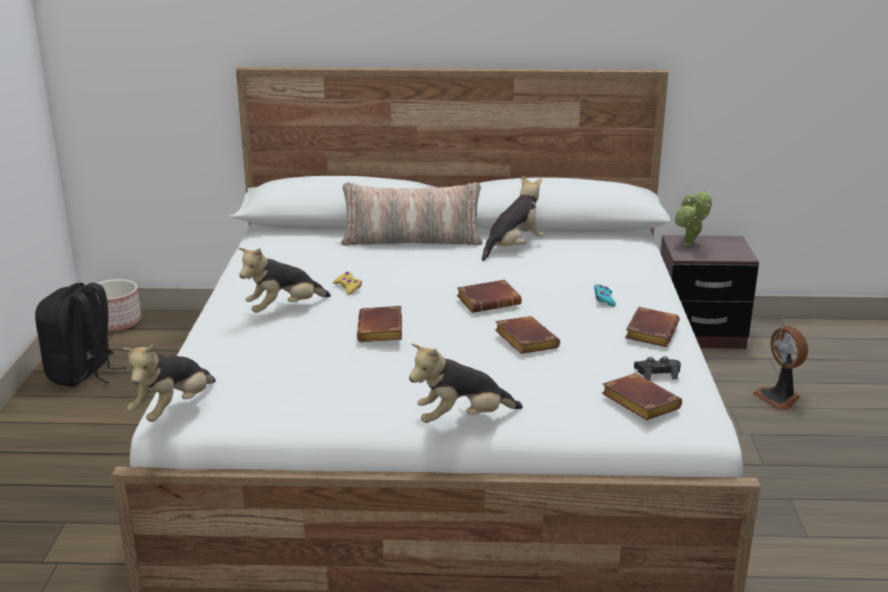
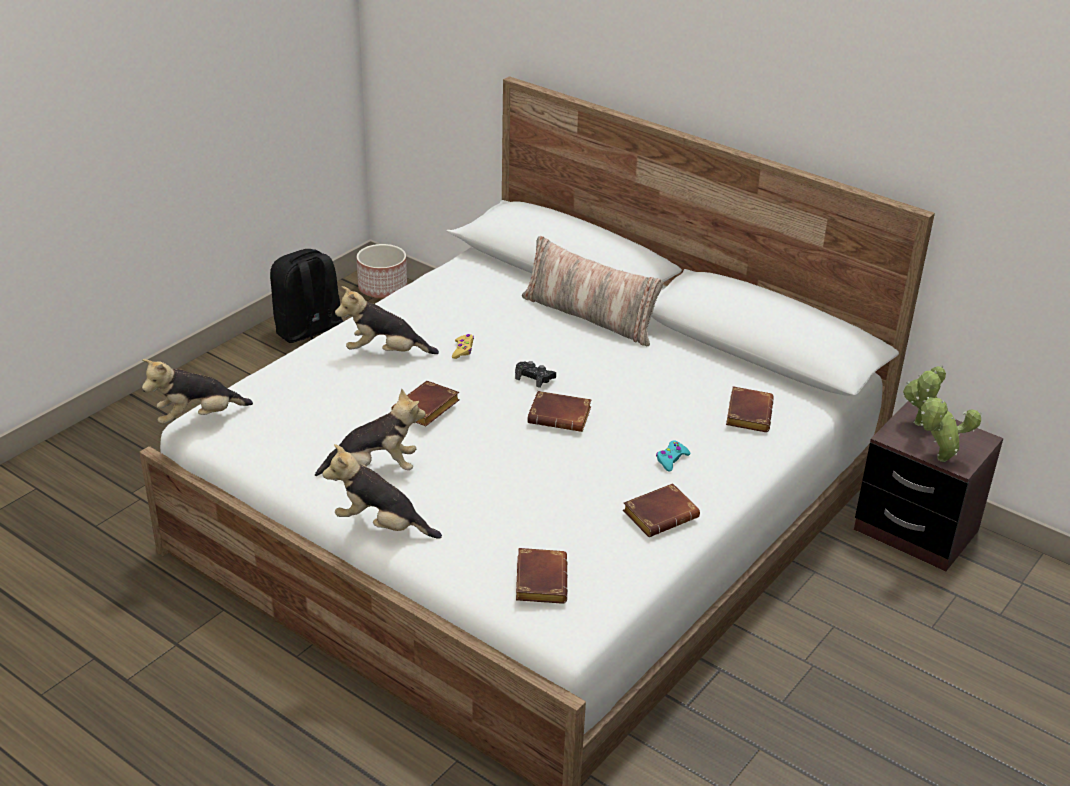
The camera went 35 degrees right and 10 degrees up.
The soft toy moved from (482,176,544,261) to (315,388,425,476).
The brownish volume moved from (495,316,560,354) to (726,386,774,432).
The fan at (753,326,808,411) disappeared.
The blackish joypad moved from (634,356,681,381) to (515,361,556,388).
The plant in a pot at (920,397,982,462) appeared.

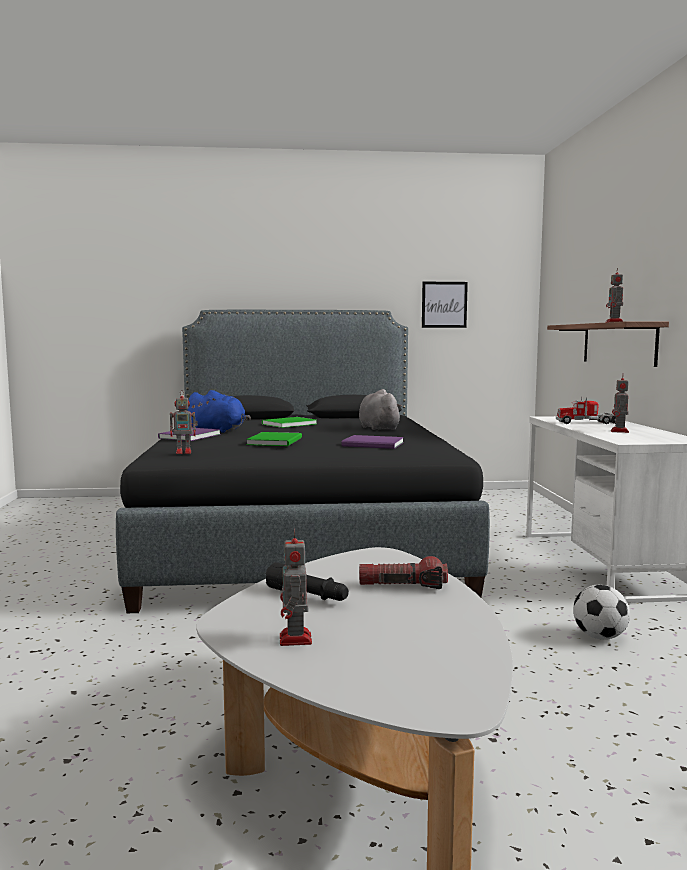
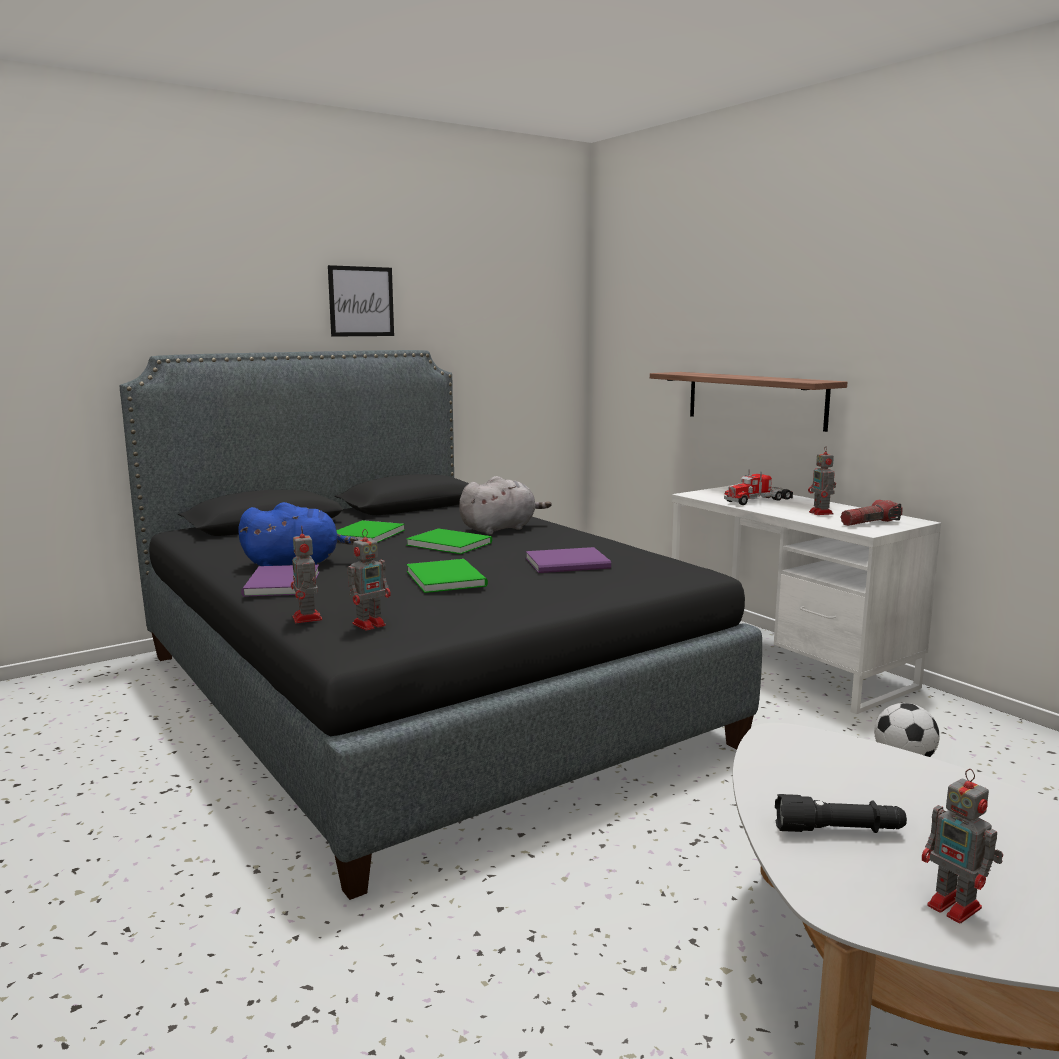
The camera went 30 degrees left and 5 degrees up.
The model robot moved from (606,268,624,323) to (291,526,322,623).
The wall art moved from (422,282,468,328) to (328,265,394,337).
The greyish soft toy at (359,389,402,430) turned 105 degrees clockwise.
The torch moved from (359,556,448,589) to (841,500,903,526).
The green-coloured volume at (406,528,492,554) appeared.

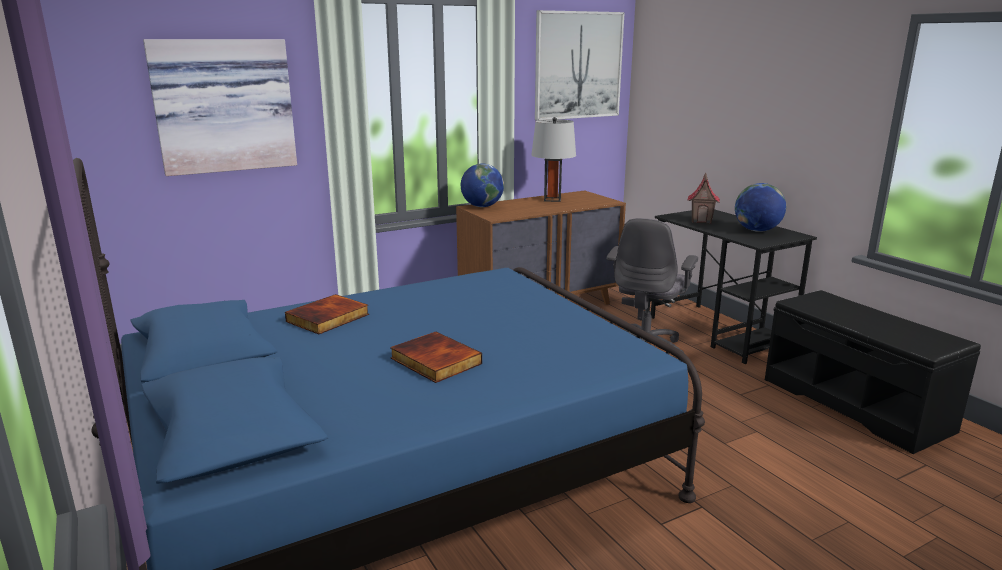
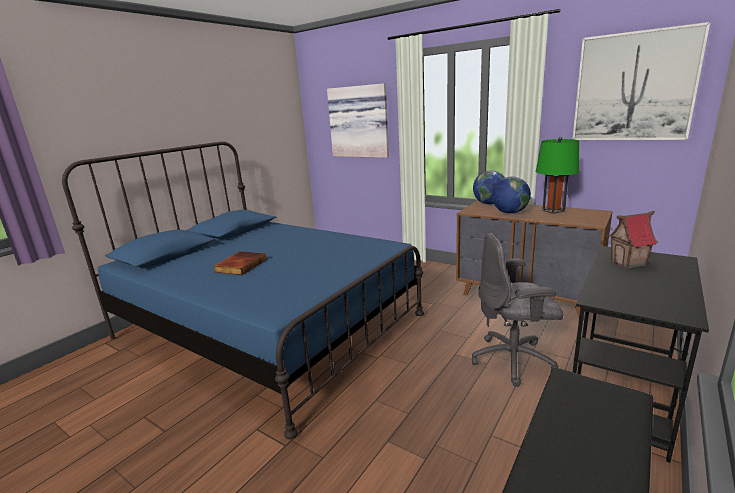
The camera went 65 degrees right and 0 degrees up.
The greyish table lamp at (531,117,576,202) became the green-coloured table lamp at (536,137,580,214).
The world globe moved from (735,183,786,232) to (492,177,531,214).
The volume at (285,294,369,334) disappeared.

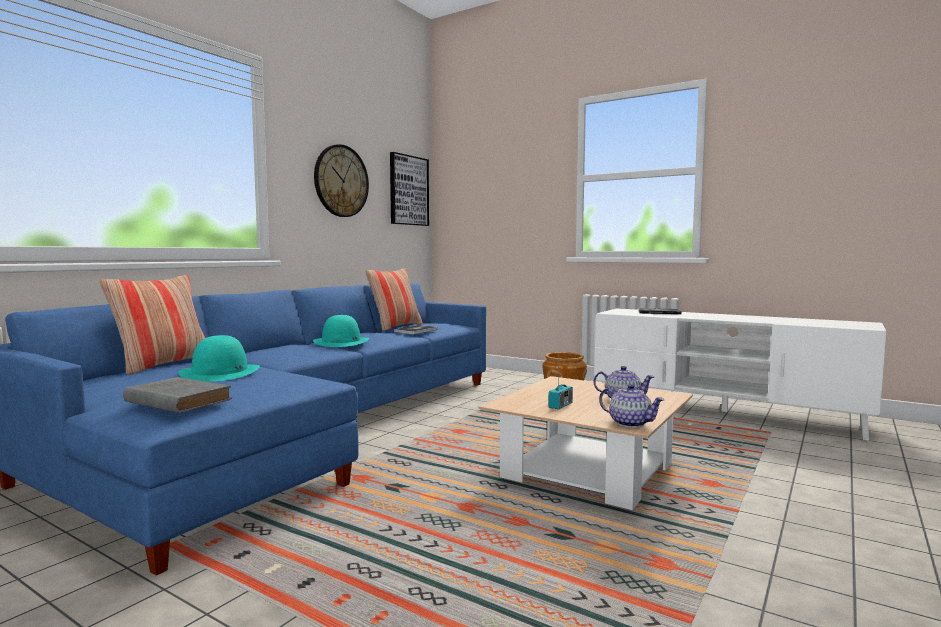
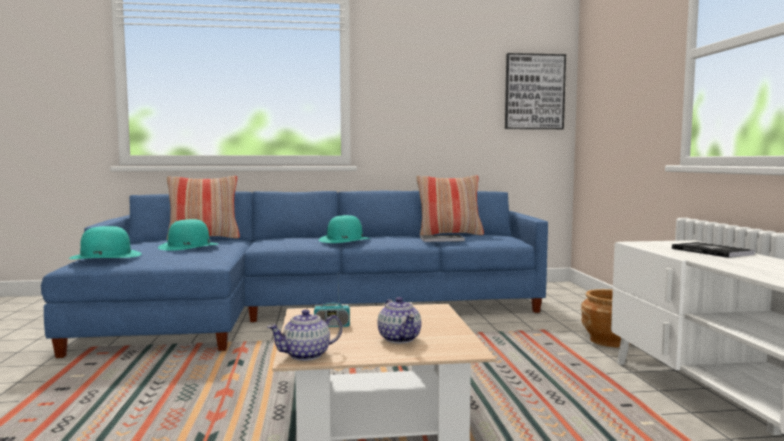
The camera went 50 degrees right and 0 degrees up.
The clock on the wall at (314,144,369,217) disappeared.
The greyish volume at (123,377,232,413) was replaced by the turquoise-coloured wearable hat at (69,226,142,259).
The pot for tea at (599,384,665,428) turned 60 degrees clockwise.

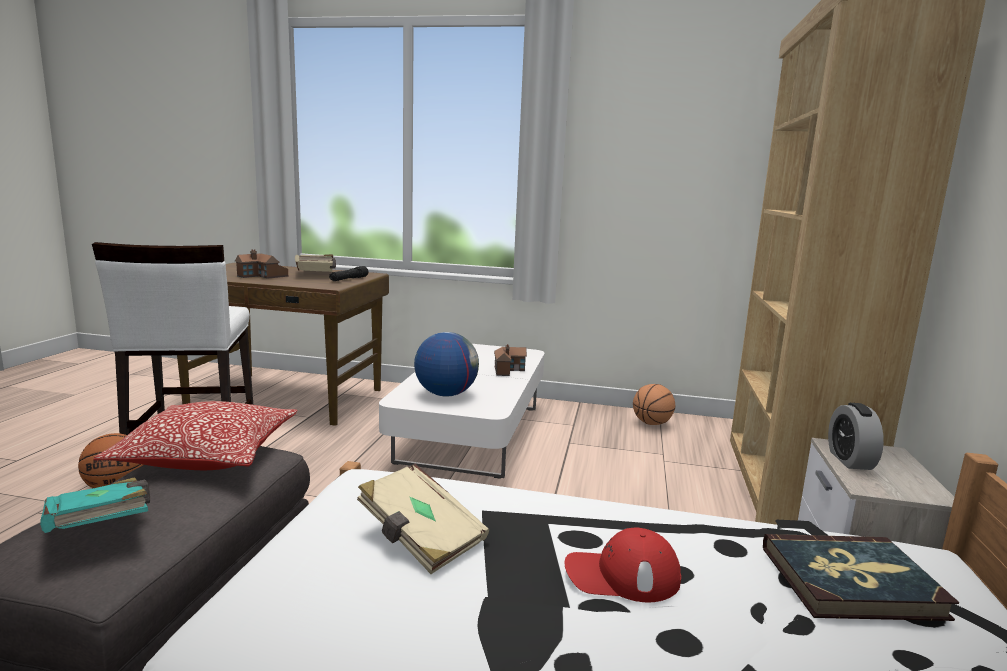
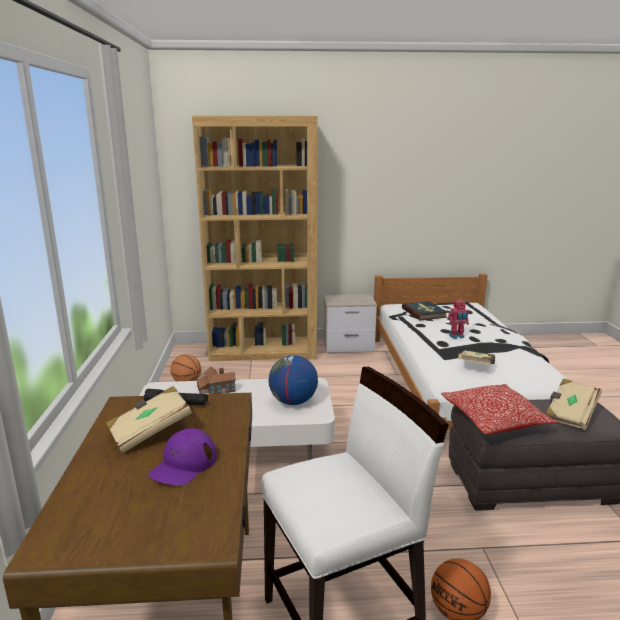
The camera went 105 degrees left and 5 degrees up.
The toy house at (235,249,288,279) was replaced by the purple cap at (148,428,217,486).
The alarm clock at (828,403,884,470) disappeared.
The turquoise-coloured volume at (40,477,150,533) became the beige-coloured volume at (546,378,602,430).
The reddish cap at (565,528,681,602) was replaced by the model robot at (448,300,469,339).

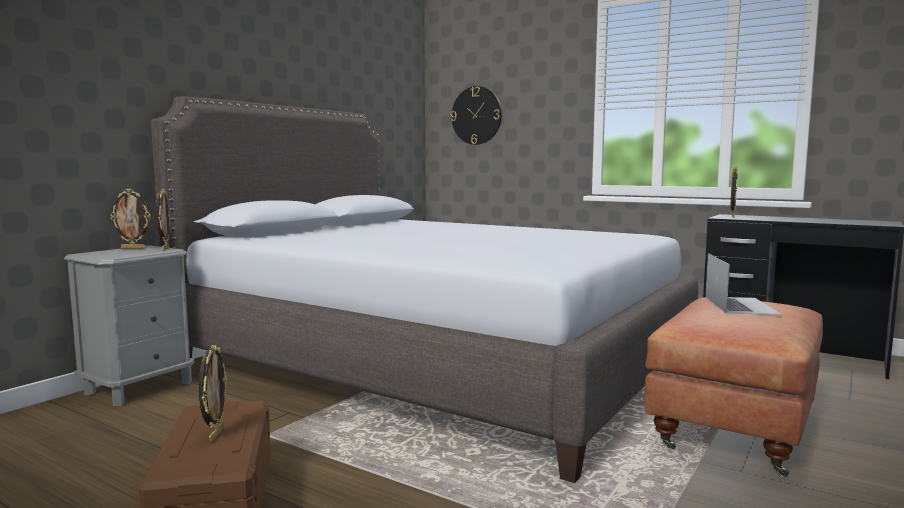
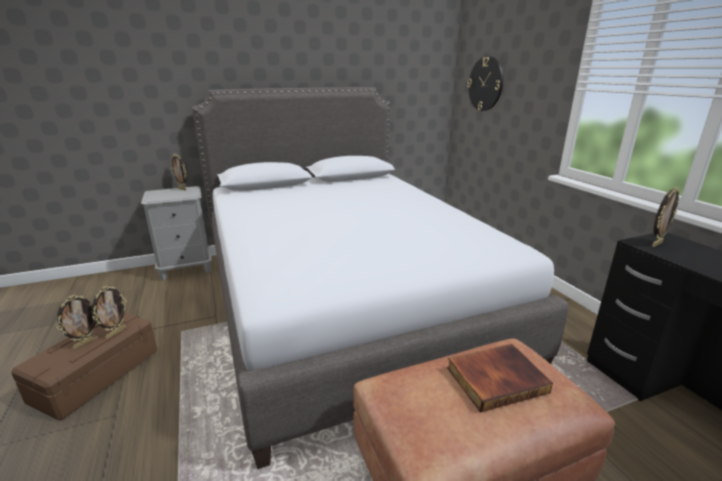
The camera went 35 degrees right and 15 degrees up.
The standing frame moved from (156,189,170,251) to (92,286,127,339).
The laptop at (705,253,782,315) was replaced by the volume at (447,344,553,412).

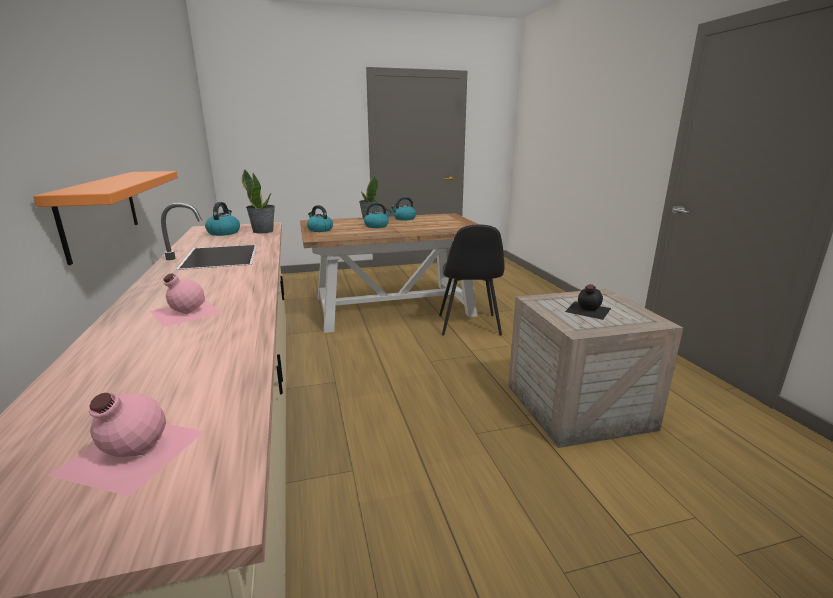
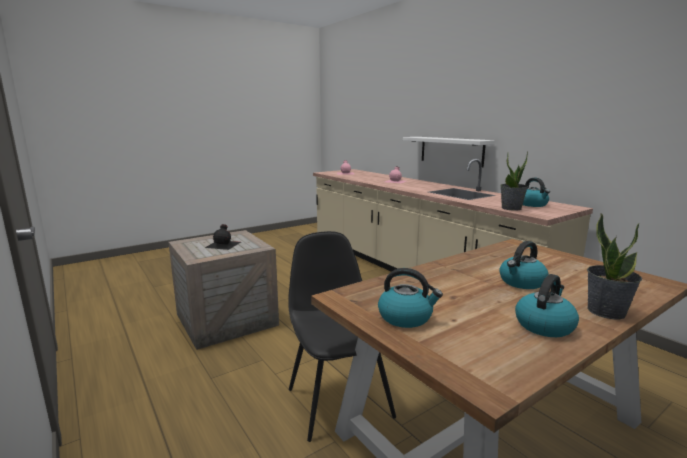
The camera went 160 degrees right and 5 degrees down.
The orange-coloured bracket shelf at (33,171,178,265) became the white bracket shelf at (403,137,495,167).
The tea kettle moved from (307,205,333,232) to (378,268,443,328).

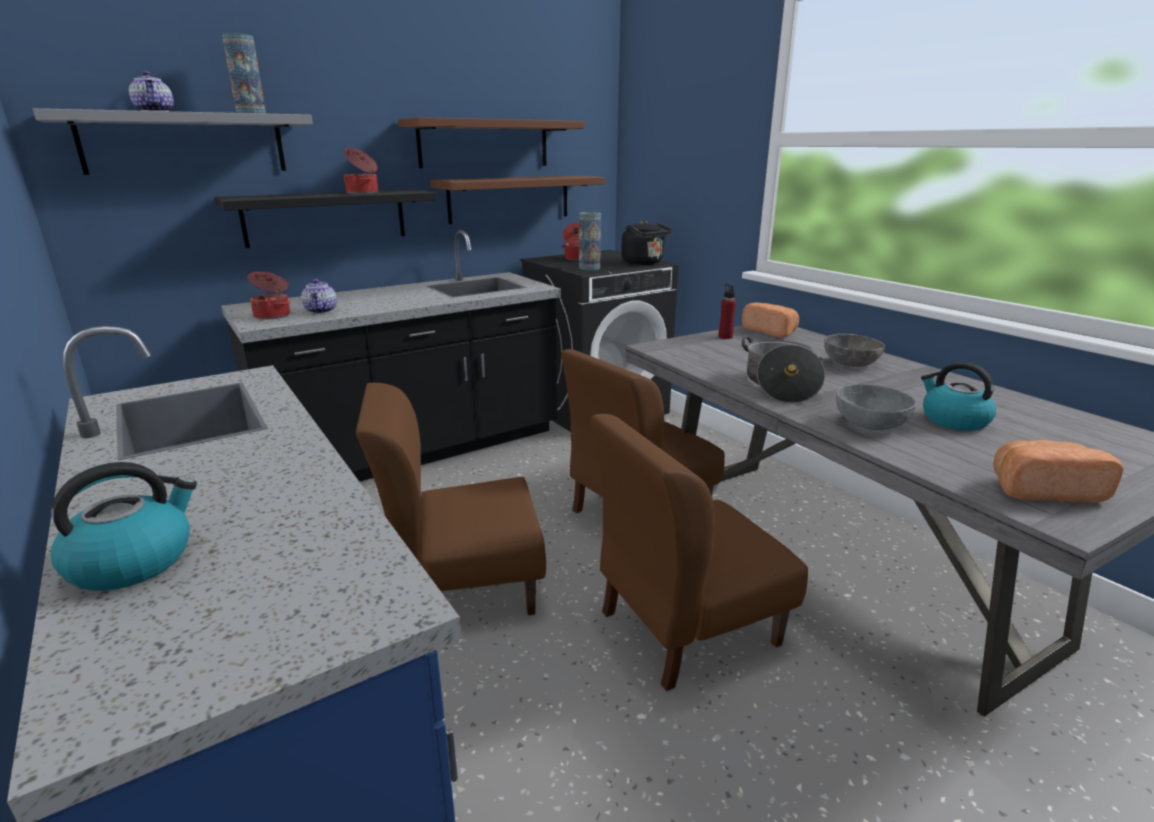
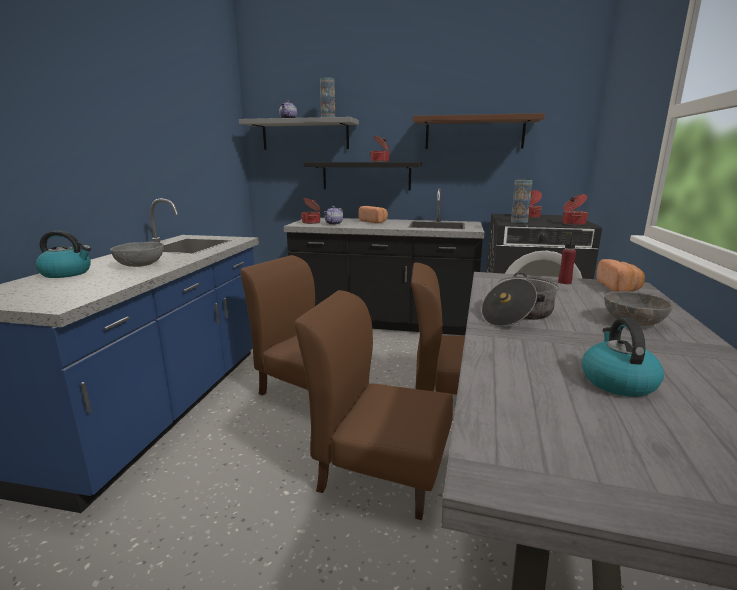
The camera went 45 degrees right and 5 degrees down.
The brownish bracket shelf at (430,176,605,224) disappeared.
The blackish tea kettle at (621,221,673,265) was replaced by the saucepot at (563,194,588,225).
The greyish deep dish moved from (836,384,917,430) to (110,241,164,267).
The bread moved from (993,440,1124,502) to (358,206,388,224).

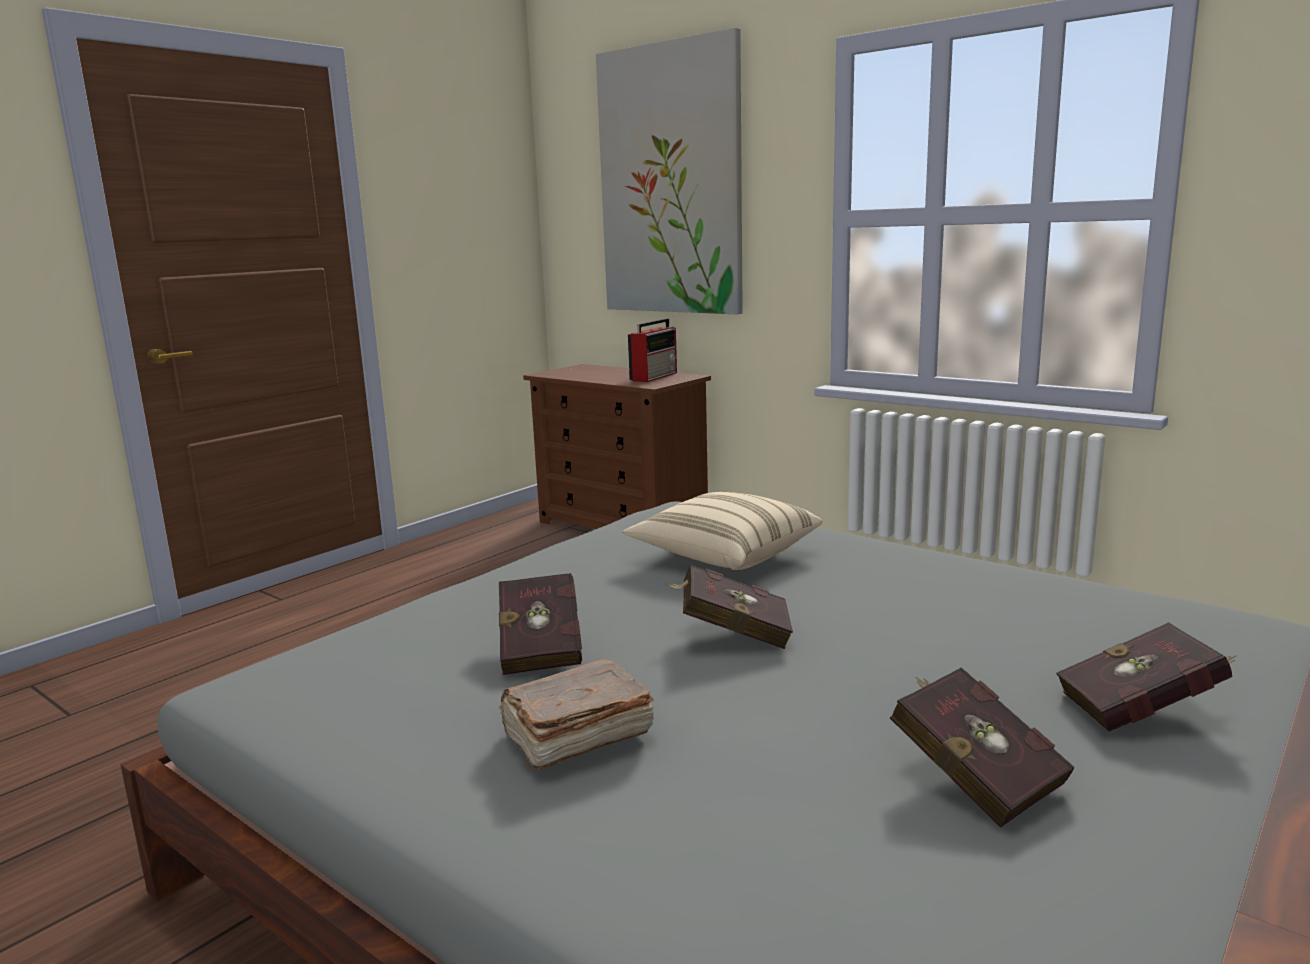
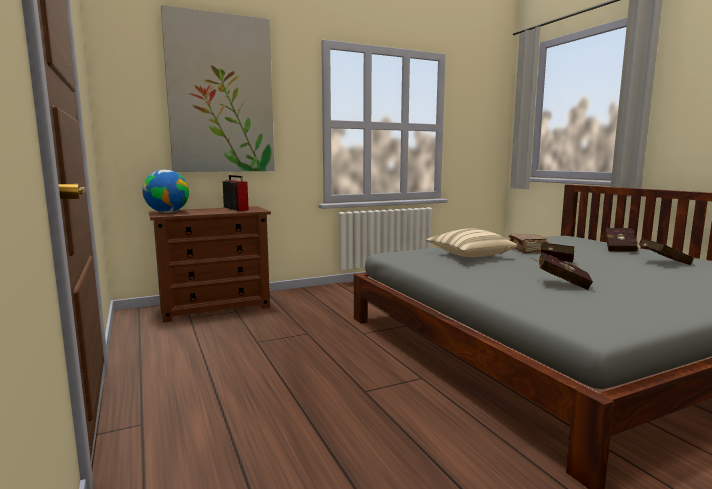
The camera went 65 degrees left and 5 degrees down.
The brownish volume moved from (499,659,654,771) to (509,234,549,253).
The world globe at (142,169,189,213) appeared.

